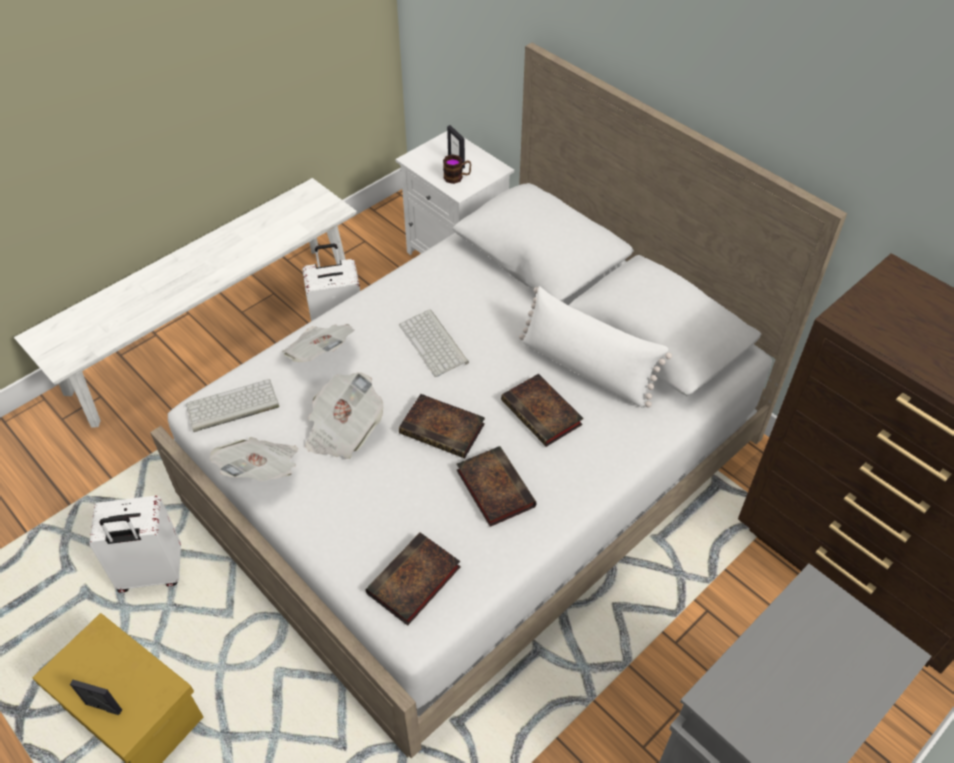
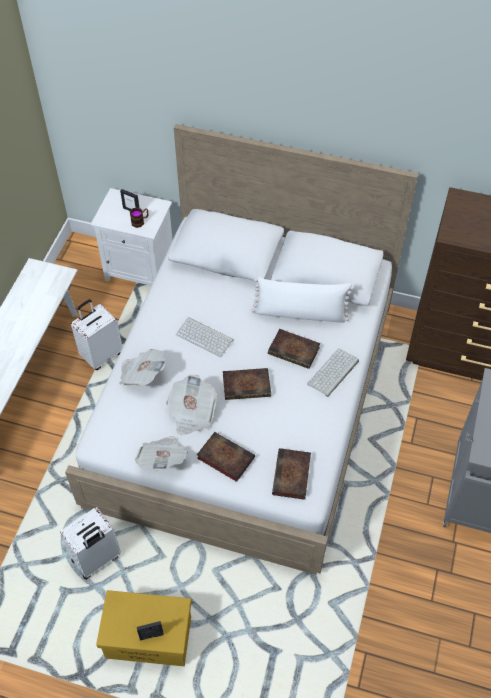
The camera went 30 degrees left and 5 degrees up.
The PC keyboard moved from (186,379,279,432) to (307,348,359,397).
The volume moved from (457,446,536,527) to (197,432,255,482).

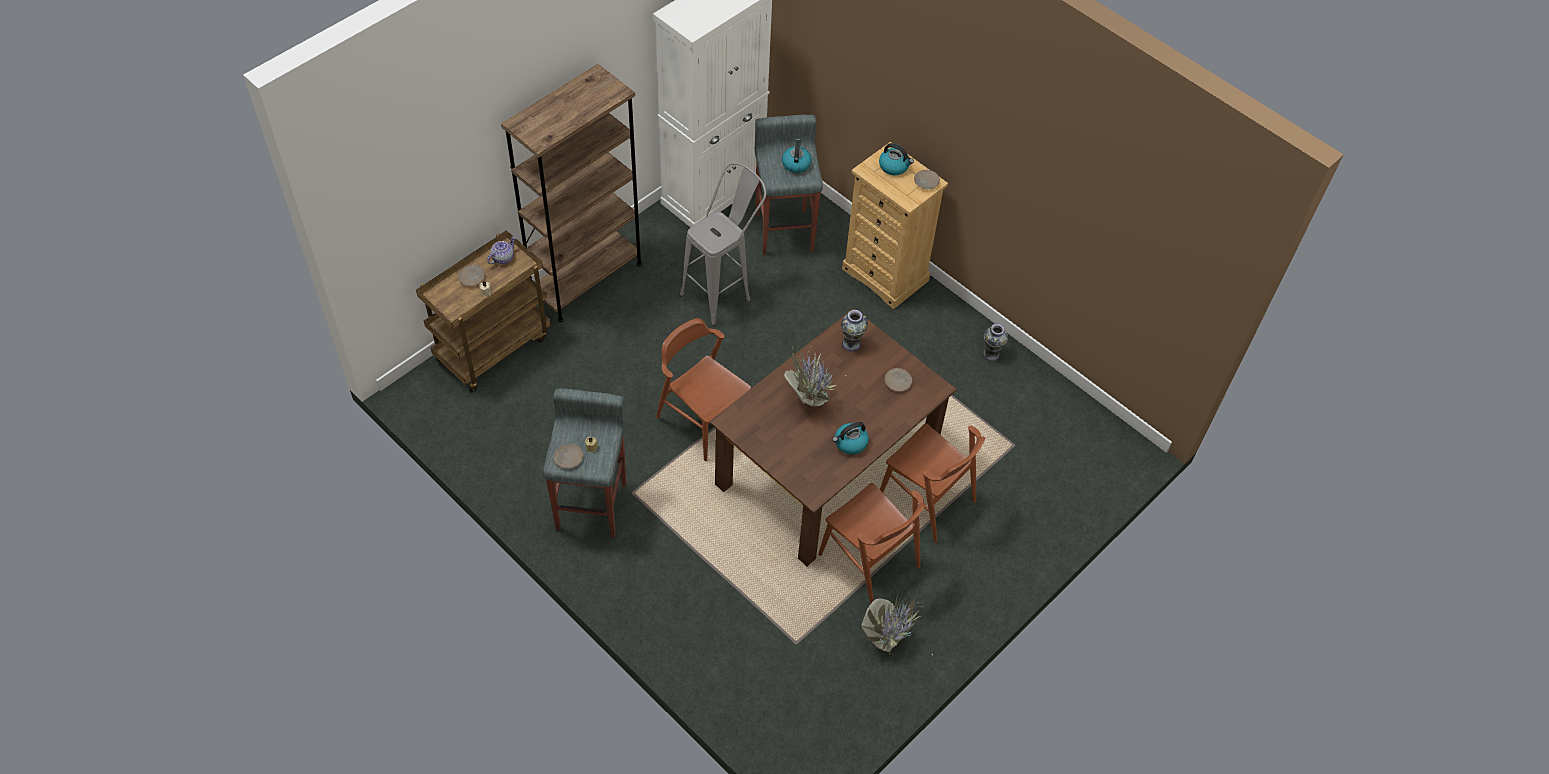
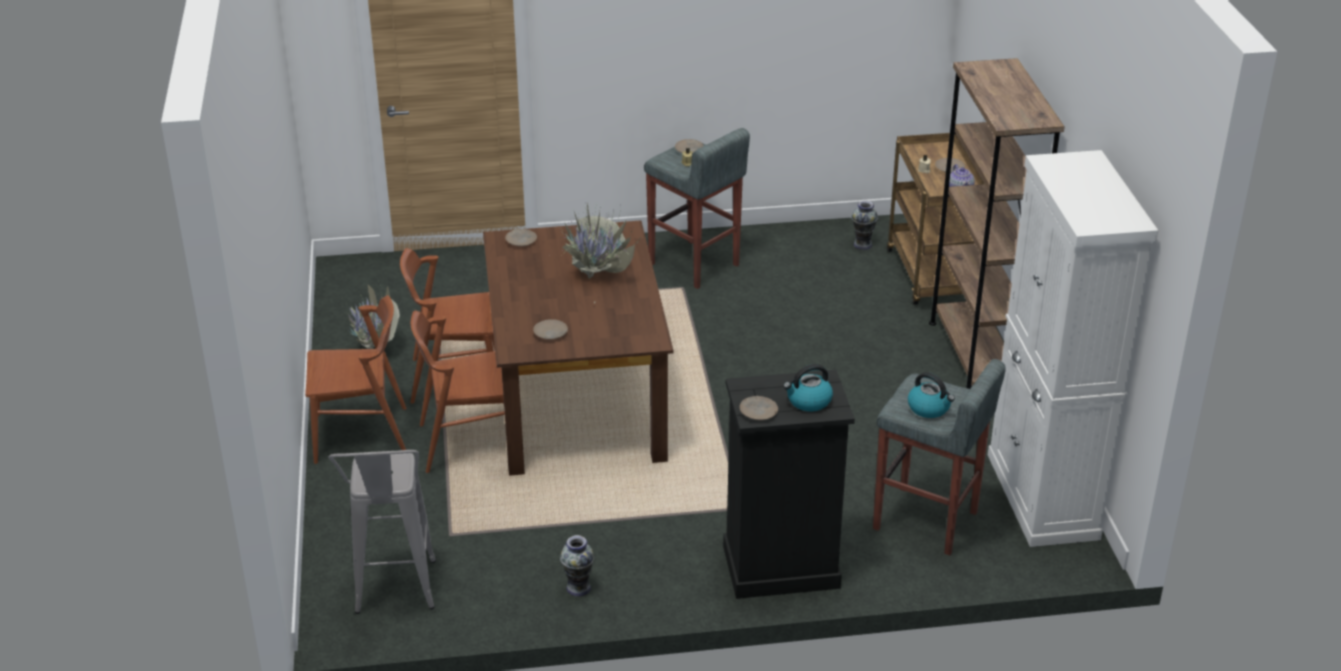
The camera went 130 degrees right and 20 degrees down.
The beige-coloured chest of drawers at (842,142,948,309) became the blackish chest of drawers at (723,370,855,599).
The greyish stool moved from (680,162,767,326) to (329,450,436,614).
The decorative vase moved from (841,310,868,352) to (851,201,878,250).
The brownish upright chair moved from (656,318,751,461) to (305,295,407,464).
The tea kettle at (833,422,869,455) disappeared.
The beige-coloured plate at (505,229,537,246) appeared.

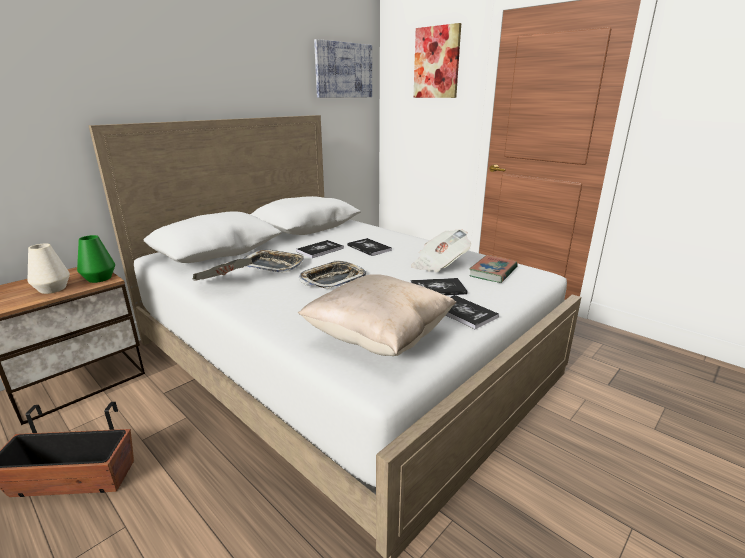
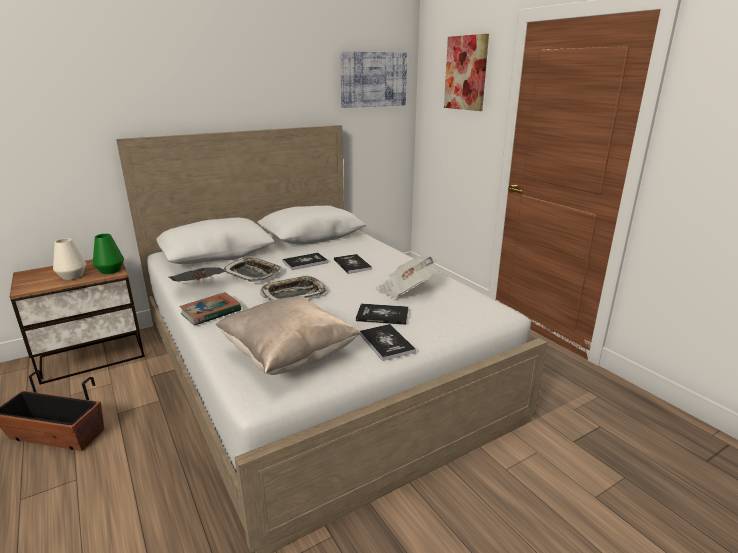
The camera went 15 degrees right and 0 degrees up.
The volume moved from (469,255,518,283) to (179,292,241,326).

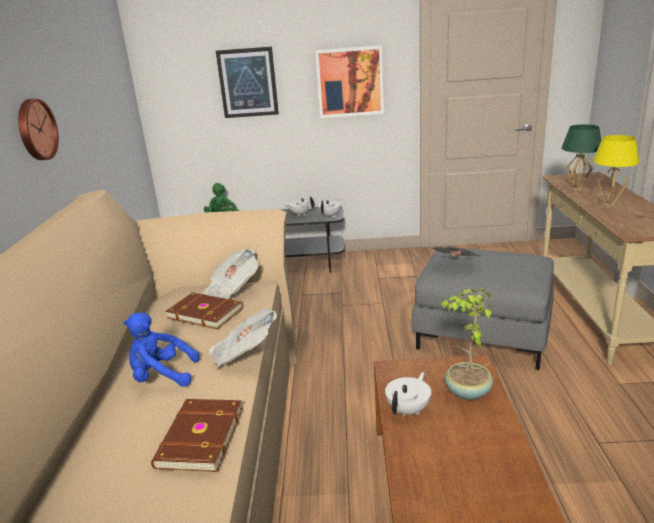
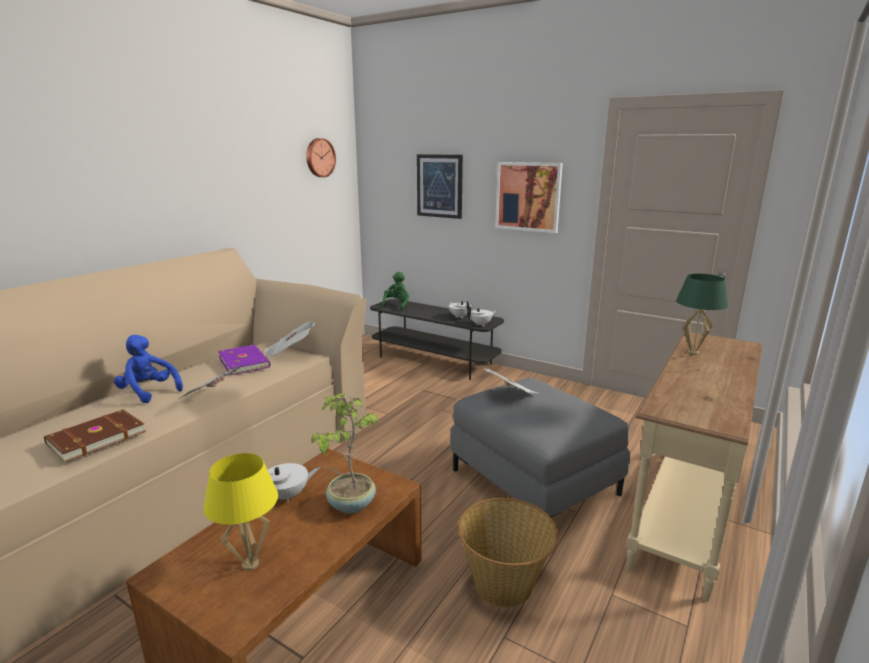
The camera went 30 degrees right and 5 degrees down.
The clock on the wall moved from (18,98,59,160) to (306,138,336,177).
The yellow table lamp moved from (593,135,639,207) to (204,453,278,570).
The brownish volume at (165,292,243,329) became the purple volume at (218,345,270,375).
The basket at (458,498,559,607) appeared.

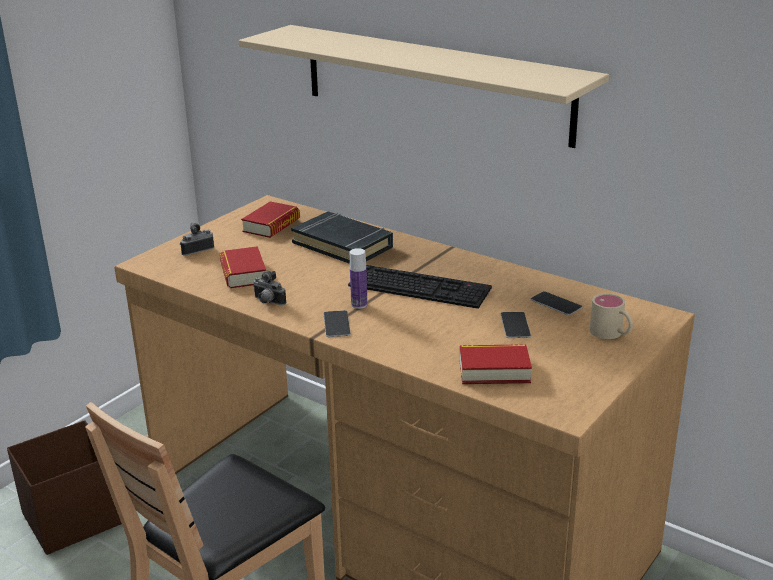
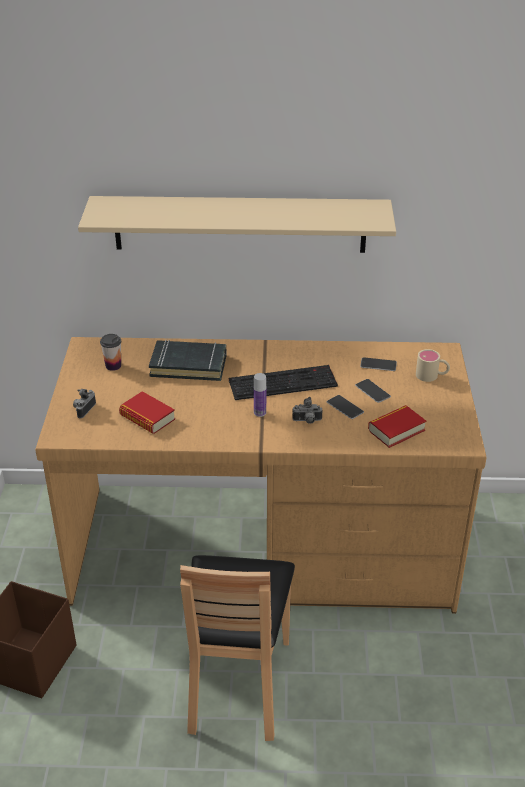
The camera went 35 degrees left and 10 degrees up.
The volume at (241,201,300,238) was replaced by the drinking cup at (100,334,121,371).
The photo camera moved from (253,270,286,305) to (292,397,323,424).
The telephone moved from (324,310,351,337) to (327,395,364,419).

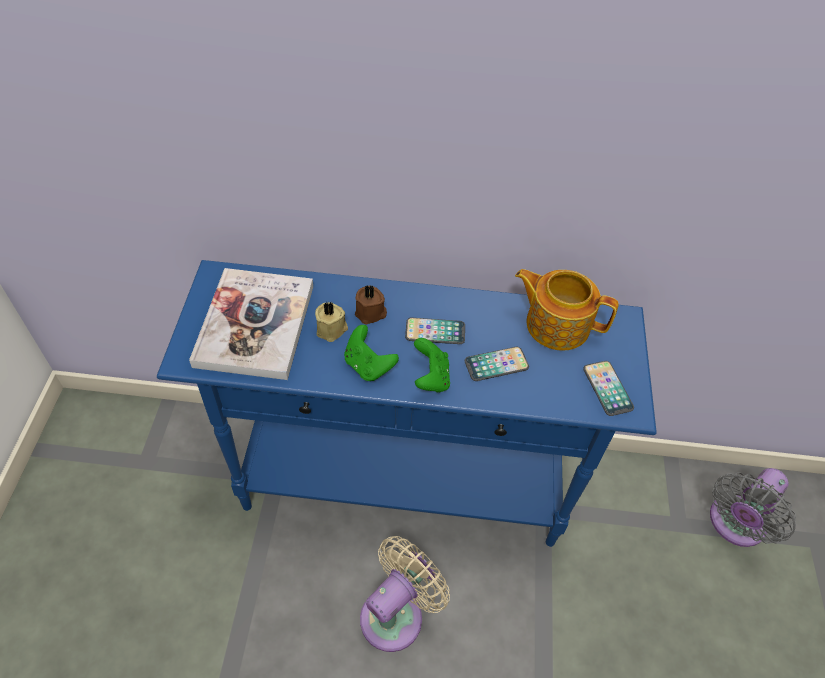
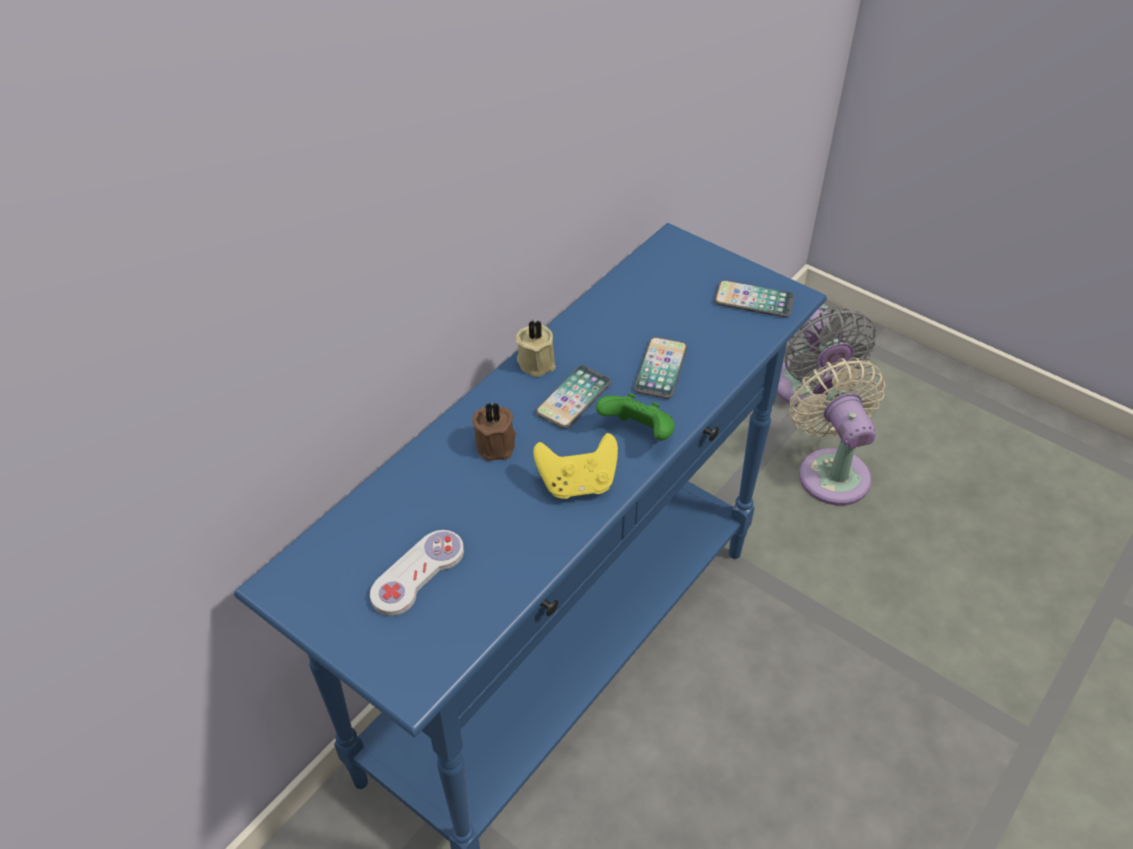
The camera went 55 degrees left and 5 degrees down.
The volume at (189,268,313,380) was replaced by the white joypad at (370,530,464,616).
The pot for tea at (515,269,619,350) disappeared.
The beige-coloured candle moved from (315,302,348,342) to (516,319,556,377).
The green-coloured joypad at (344,325,399,381) became the yellow joypad at (533,433,618,499).
The beige-coloured fan moved from (360,536,450,652) to (789,358,885,506).

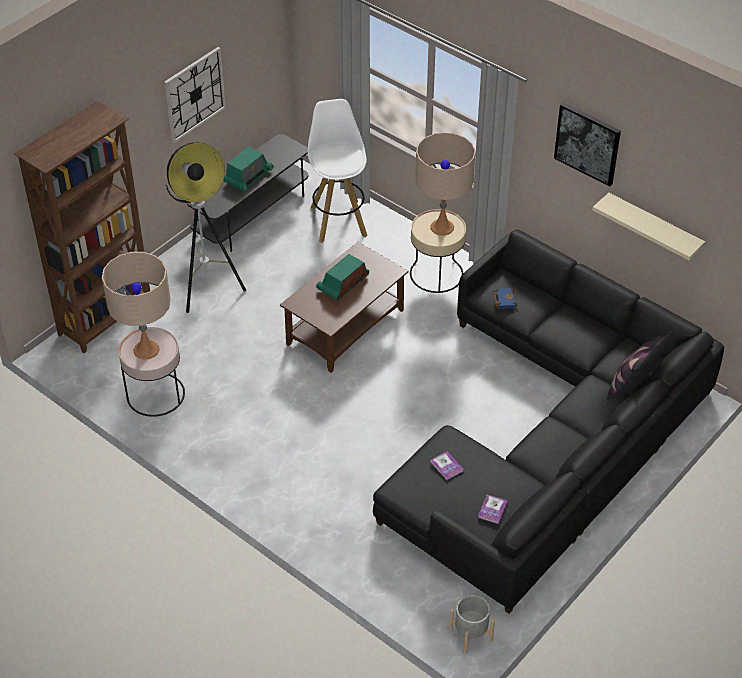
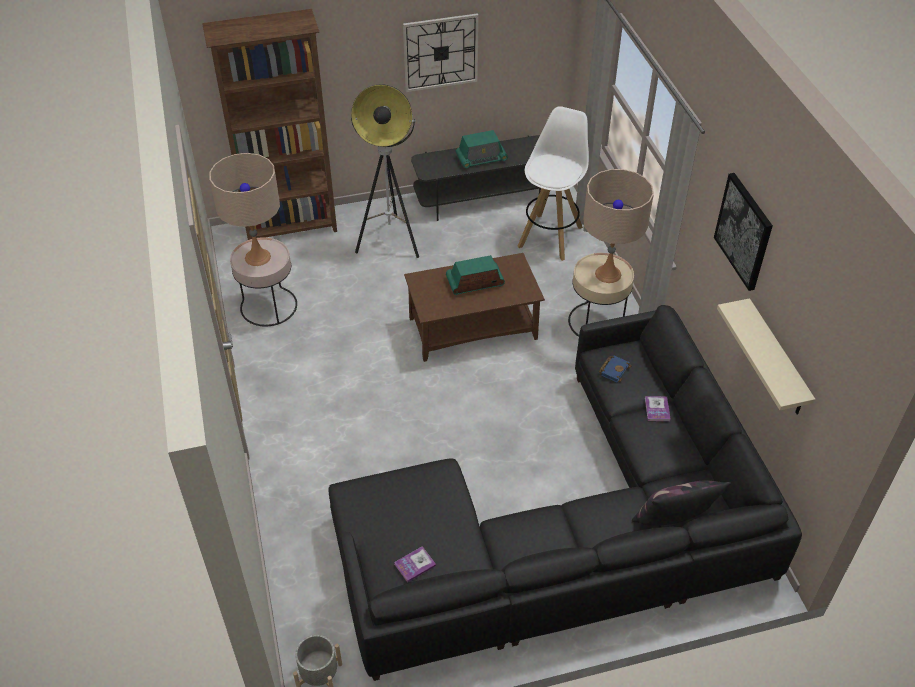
The camera went 35 degrees right and 0 degrees up.
The volume moved from (431,451,464,480) to (645,396,671,421).

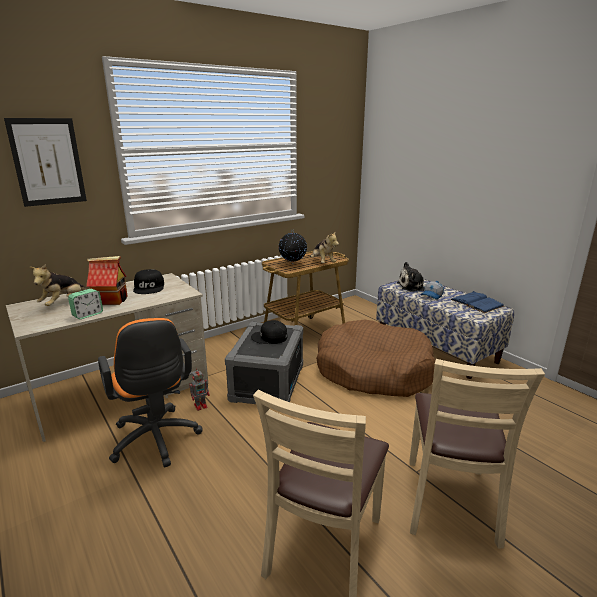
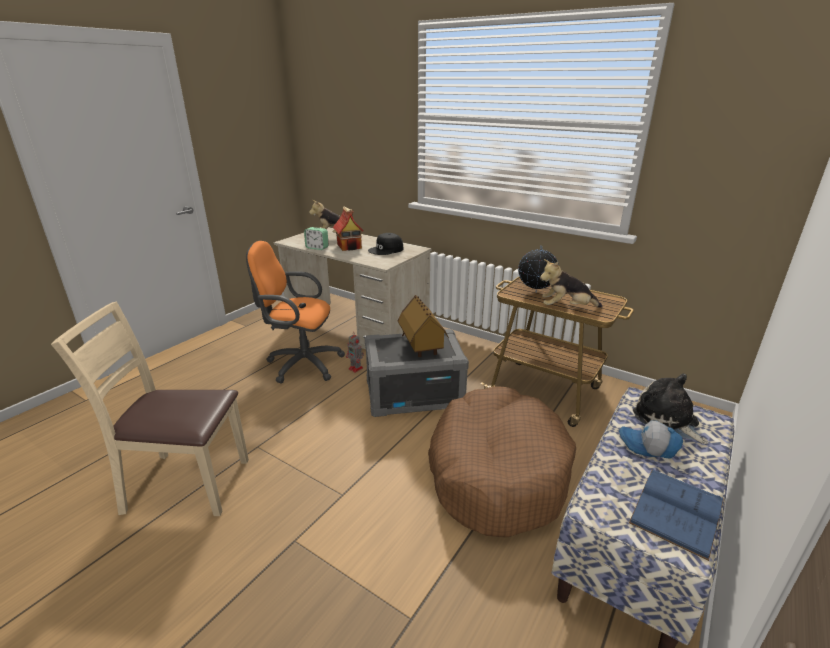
The camera went 70 degrees right and 5 degrees up.
The wall art at (4,118,87,207) disappeared.
The soft toy at (310,231,339,263) turned 45 degrees clockwise.
The orange-coloured computer chair at (98,318,202,468) turned 60 degrees clockwise.
The blackish cap at (251,320,287,344) was replaced by the toy house at (398,295,449,357).
The beige-coloured upright chair at (409,359,545,549) disappeared.

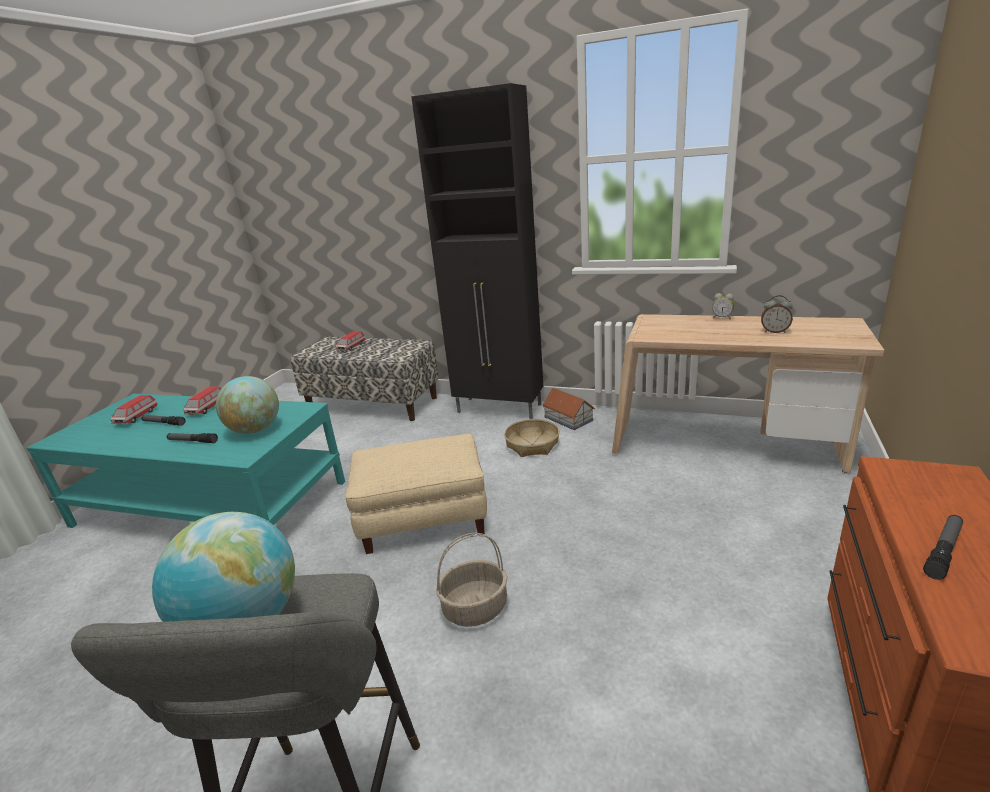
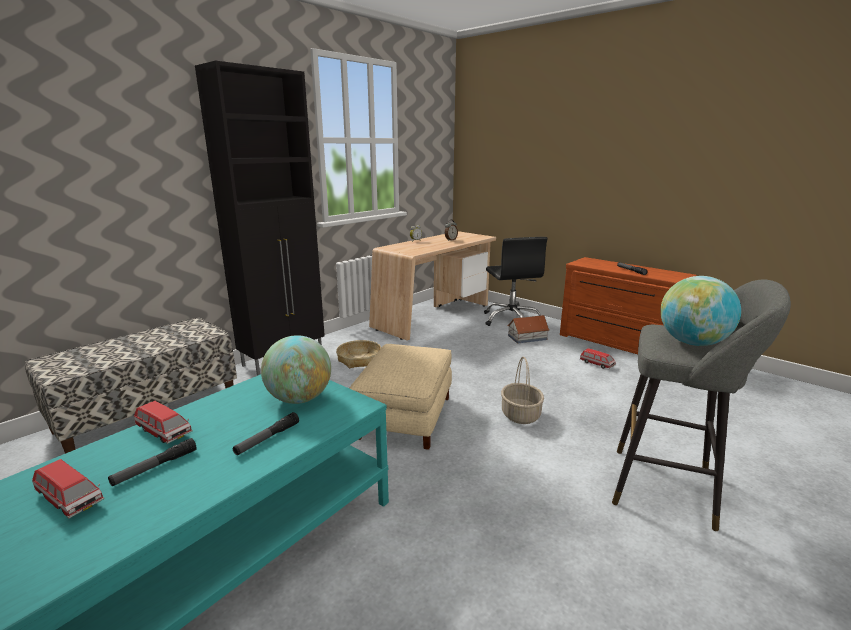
The camera went 70 degrees left and 5 degrees down.
The model car moved from (336,331,366,351) to (580,348,616,369).
The toy house moved from (543,388,595,430) to (507,315,550,344).
The blackish computer chair at (484,237,547,326) appeared.

